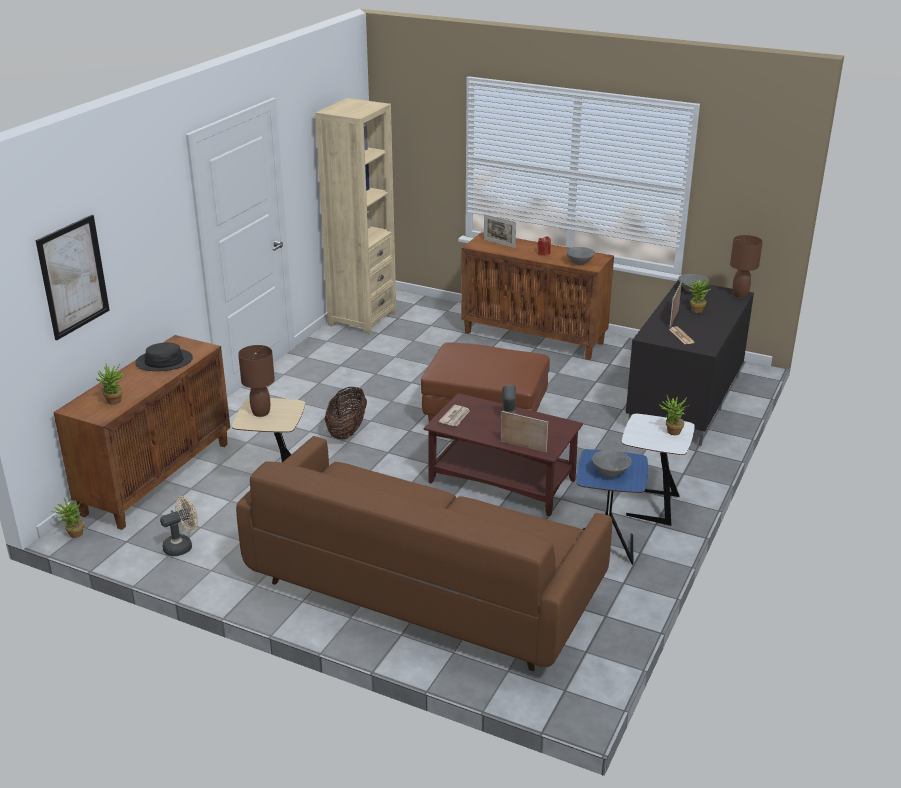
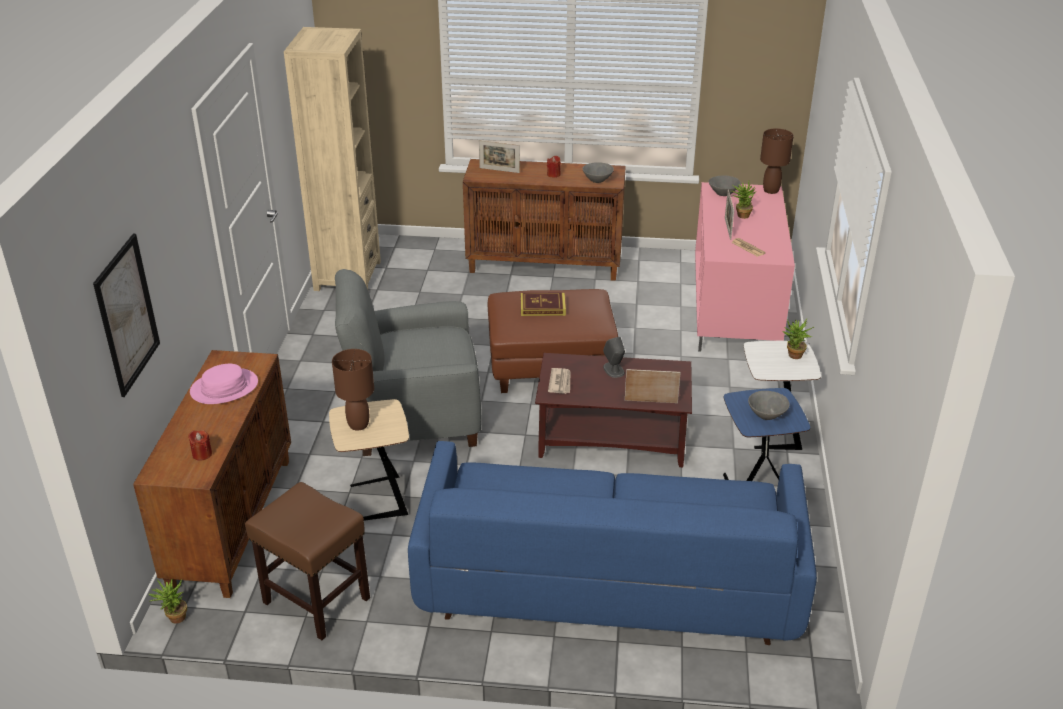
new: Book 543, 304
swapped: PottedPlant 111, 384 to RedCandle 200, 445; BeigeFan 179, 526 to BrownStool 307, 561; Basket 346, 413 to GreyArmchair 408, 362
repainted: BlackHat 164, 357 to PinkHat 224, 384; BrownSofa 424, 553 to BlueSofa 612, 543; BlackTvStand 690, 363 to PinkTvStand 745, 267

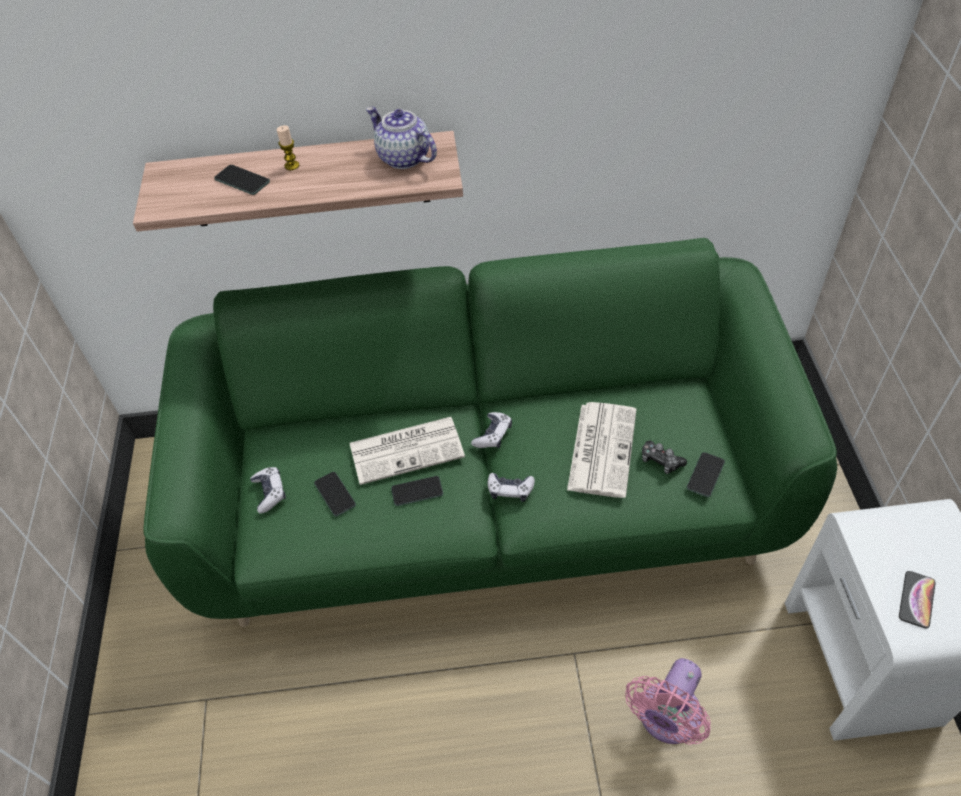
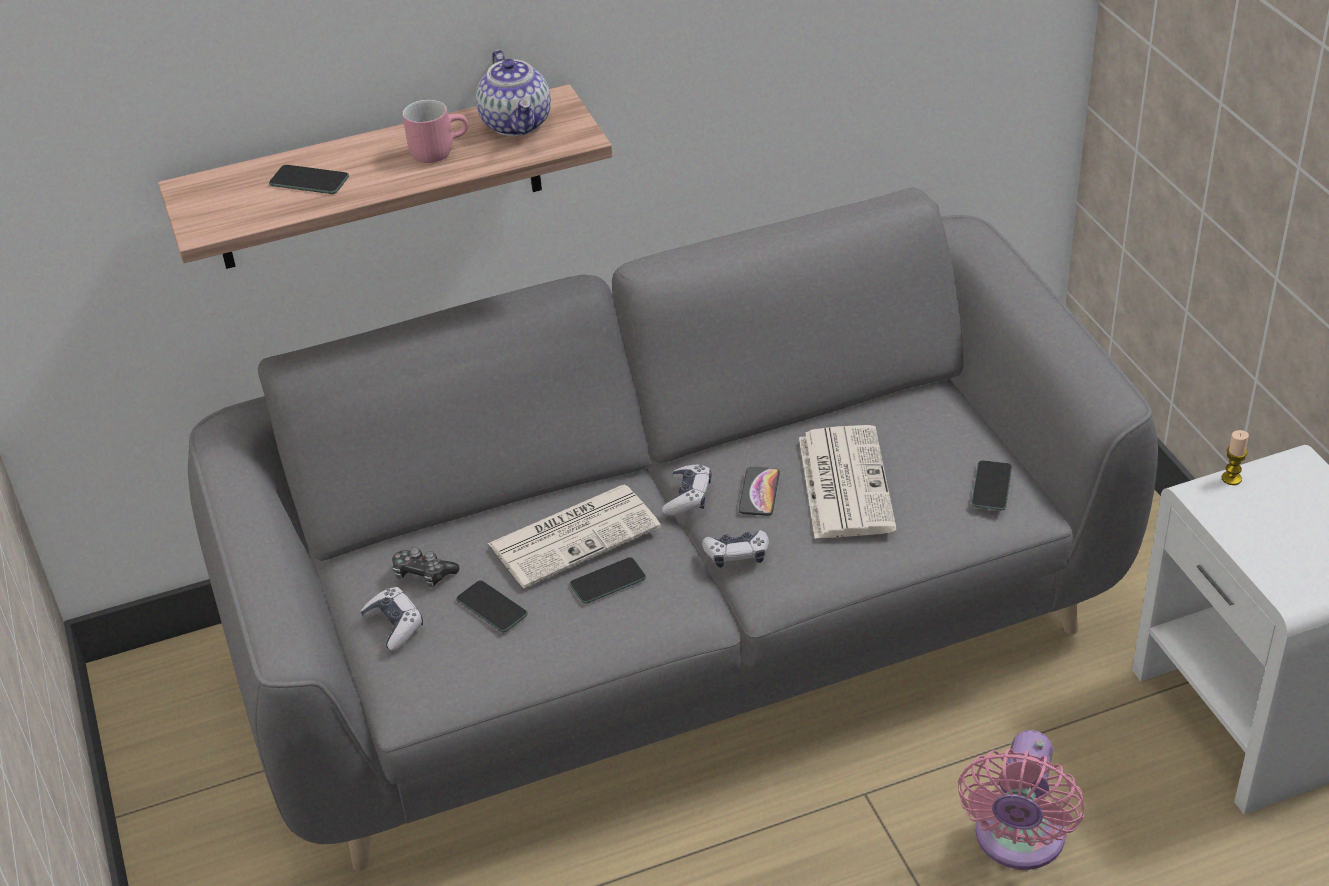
new: PinkMug 435, 131
shifted: GameController 664, 457 to 425, 567; Phone 917, 600 to 759, 491; Candle 288, 147 to 1235, 457
repainted: GreenSofa 490, 432 to GreySofa 673, 529
rotated: Teapot 401, 138 = 513, 93 135 degrees counterclockwise

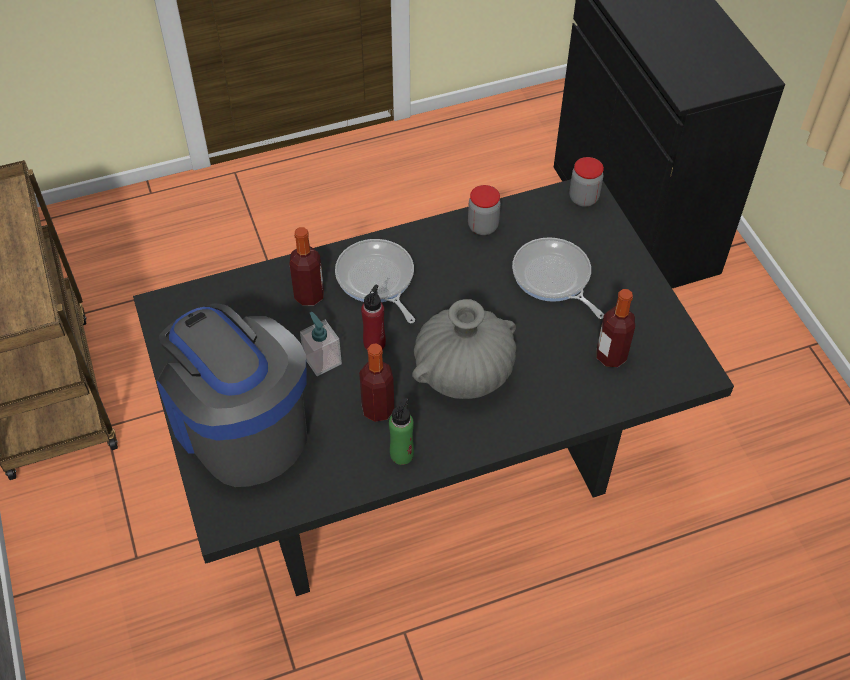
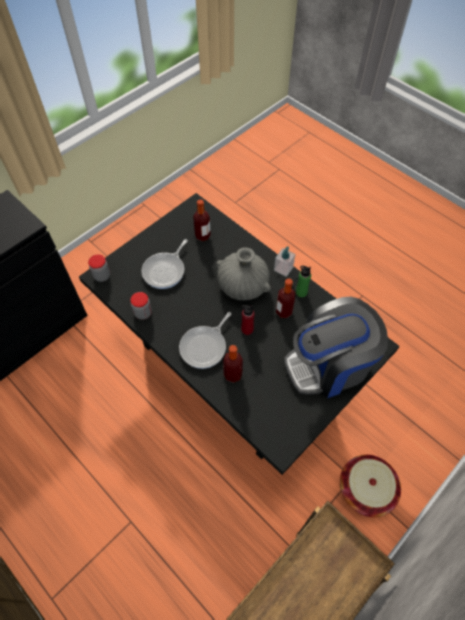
new: Basket 370, 486
shifted: SoapDispenser 321, 344 to 285, 261
rotated: CoffeeMachine 232, 395 = 336, 347 45 degrees clockwise

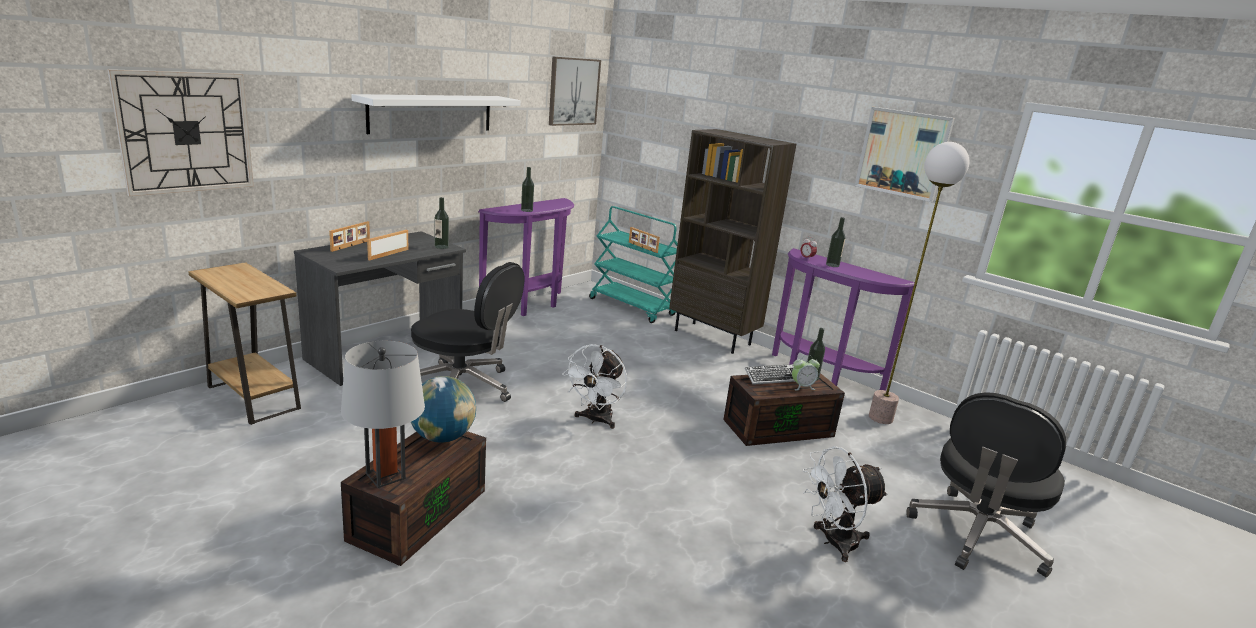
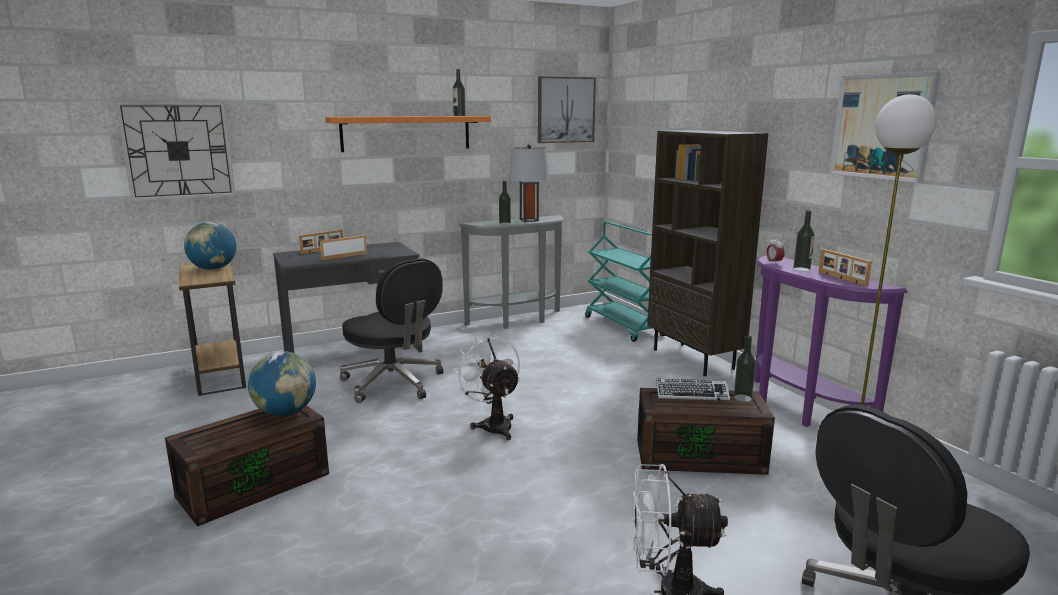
gone: AlarmClock 806, 373
new: Globe 210, 246
shifted: Bottle 441, 223 to 459, 92; GreyTableLamp 383, 414 to 529, 183; PictureFrame 644, 240 to 845, 267
repainted: WhiteShelf 436, 114 to OrangeShelf 408, 134; PurpleConsoleTable 526, 257 to GreyConsoleTable 511, 272
rotated: WhiteFan 595, 386 = 486, 387 105 degrees clockwise

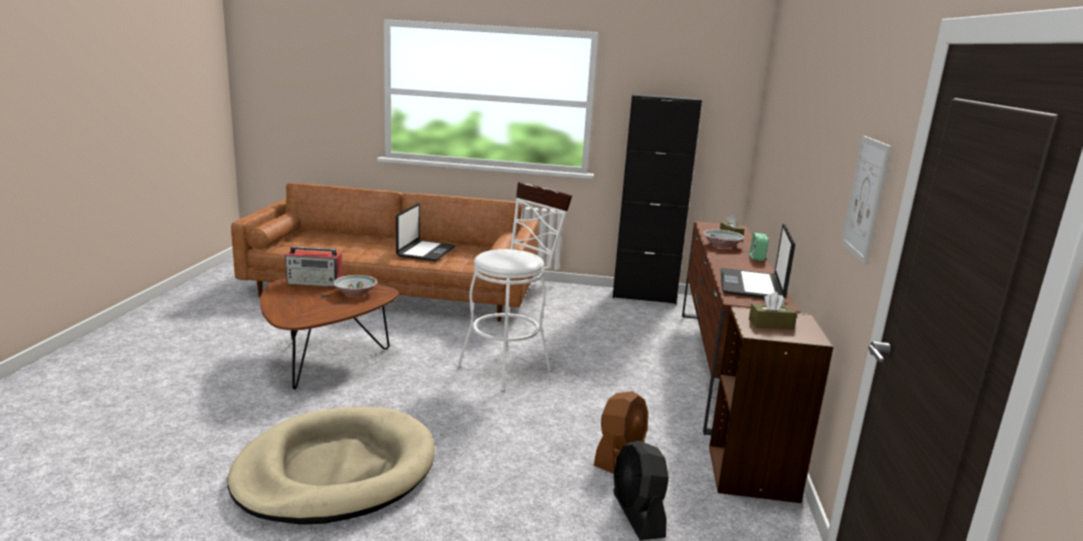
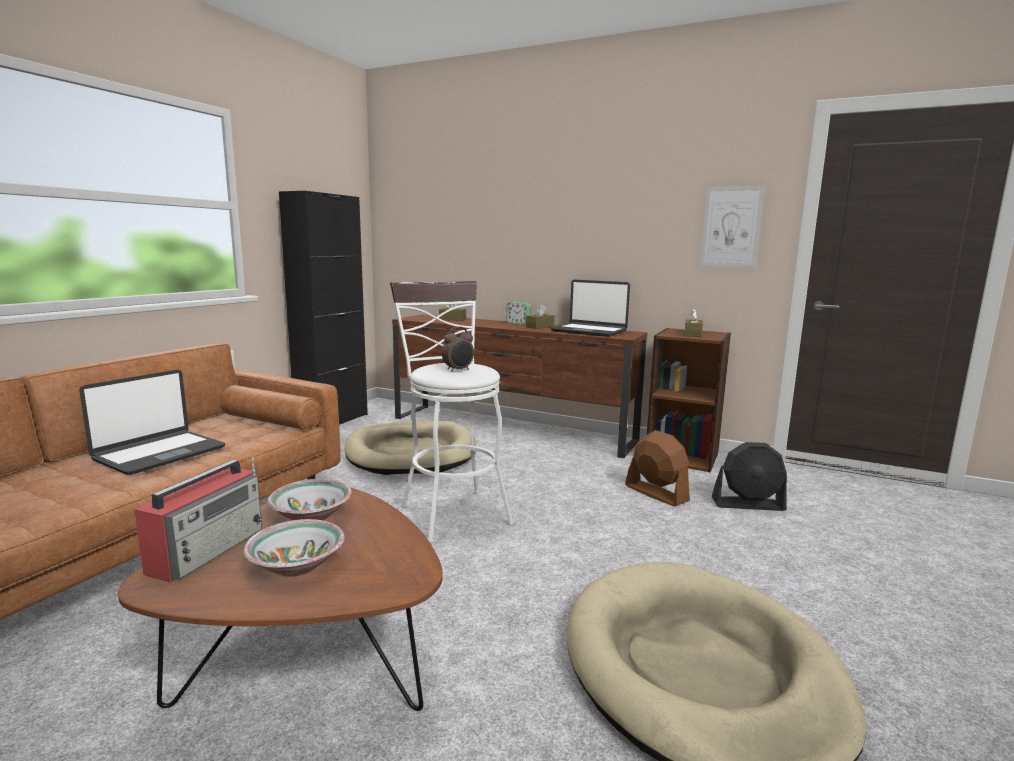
new: BeigeDogBed 410, 448; AlarmClock 458, 349; BrownTissueBox 540, 316
shifted: Bowl 723, 238 to 294, 548
rotated: Laptop 425, 232 = 152, 422 90 degrees clockwise

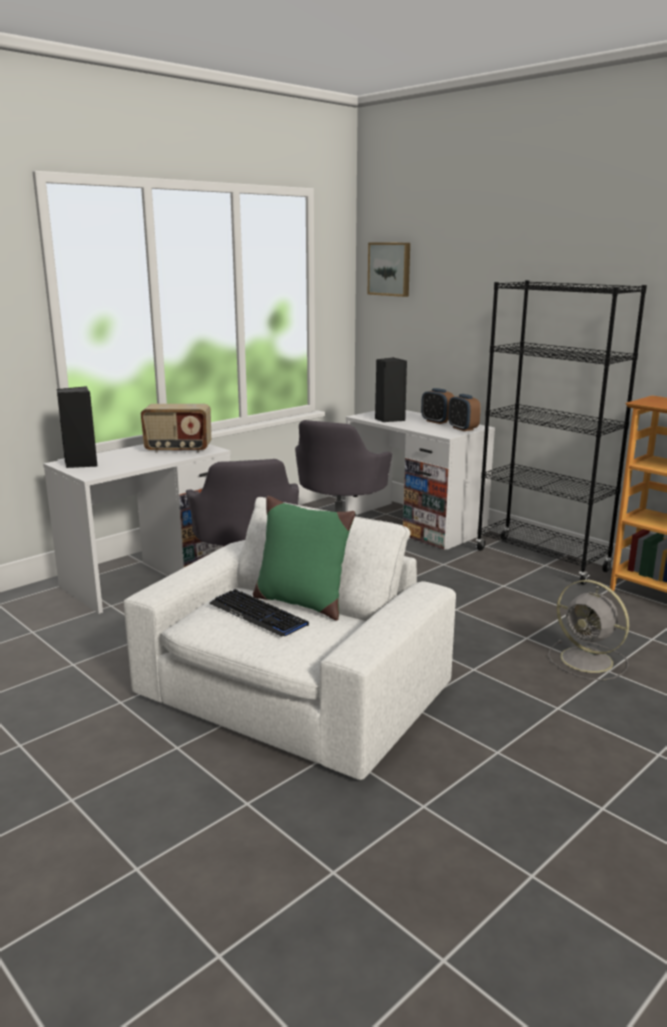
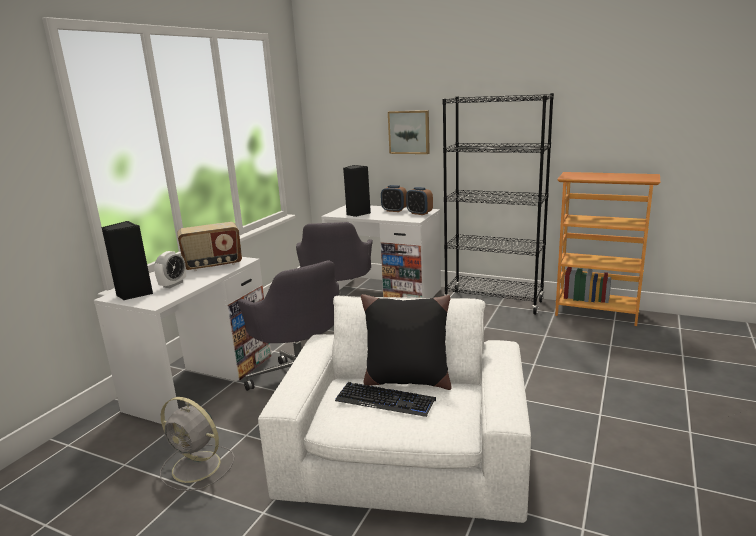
new: AlarmClock 170, 269
shifted: GreyFan 588, 630 to 197, 444; Picture 389, 270 to 409, 132
repainted: GreenPillow 304, 558 to BlackPillow 406, 342

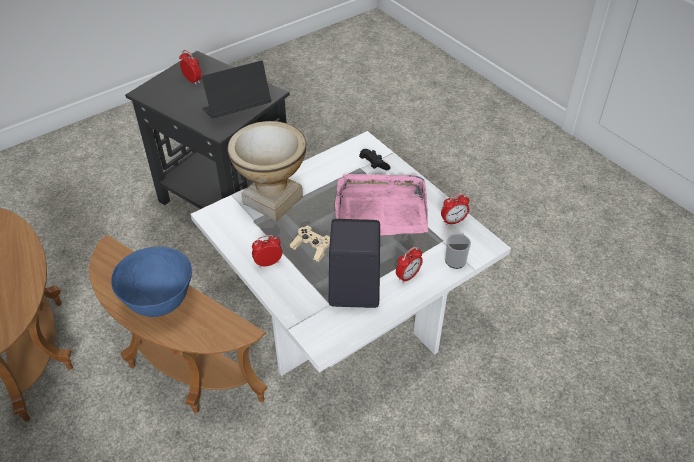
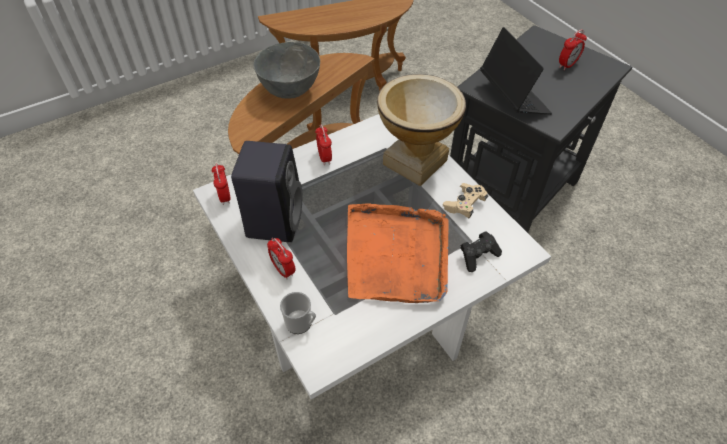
shifted: AlarmClock 455, 209 to 221, 184; BeigeGameController 309, 244 to 465, 200
repainted: BlueBowl 151, 282 to GreyBowl 286, 70; PinkTray 381, 204 to OrangeTray 398, 253

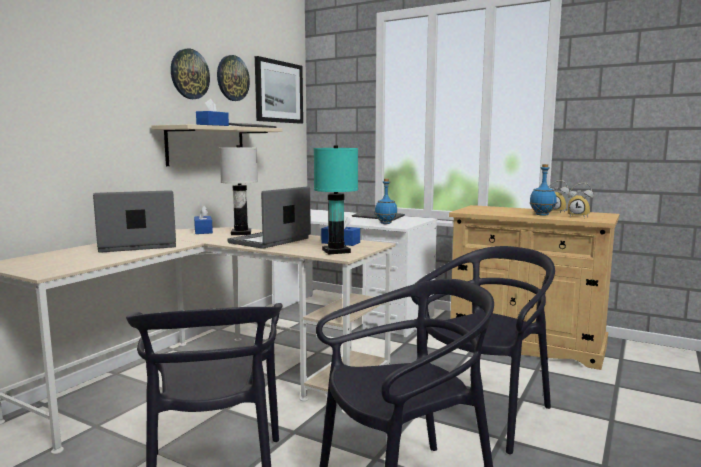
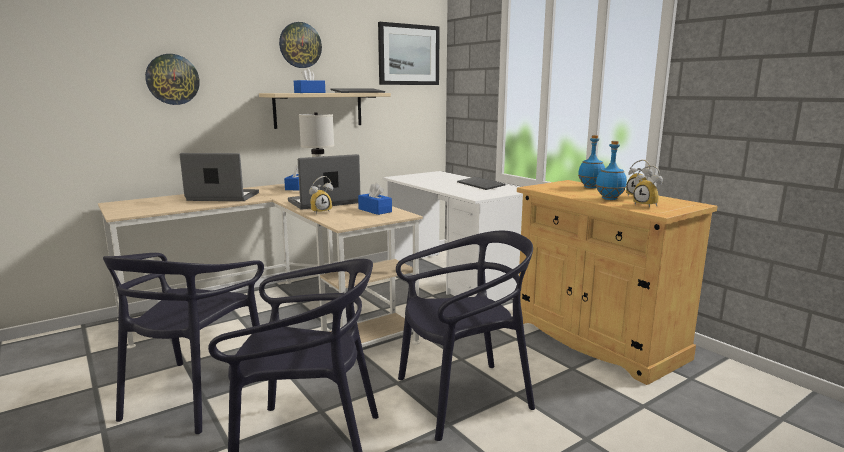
gone: TurquoiseTableLamp 336, 199
new: AlarmClock 321, 195
shifted: WallClock 233, 78 to 172, 79; BlueBottle 386, 201 to 591, 161

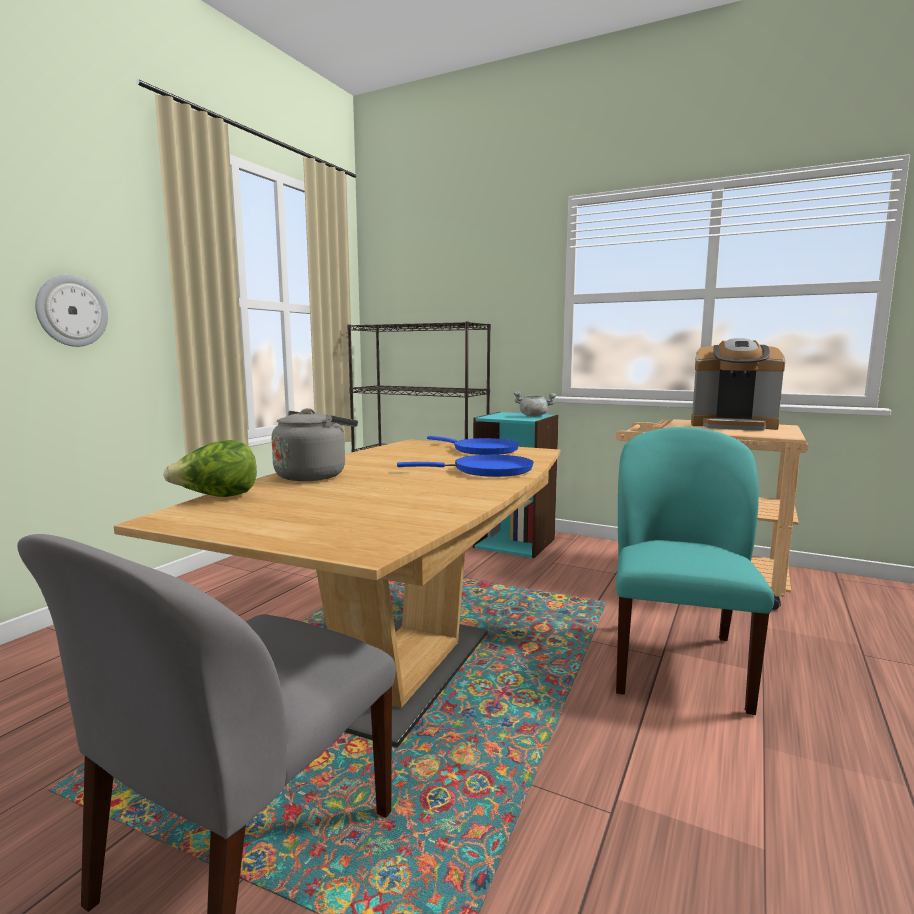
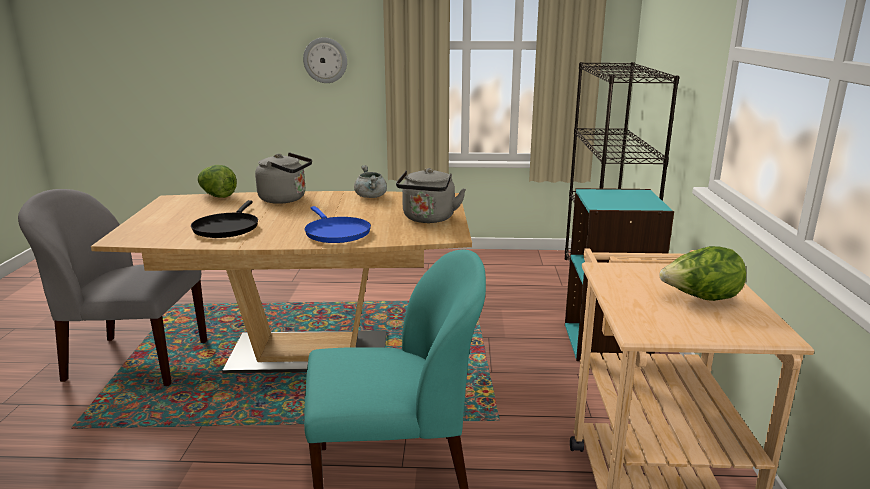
new: BlackFryingPan 224, 219
shifted: GreyCookingPot 535, 404 to 370, 181
swapped: BlueFryingPan 473, 445 to GreyKettle 431, 195; CoffeeMachine 738, 384 to Lettuce 703, 273

